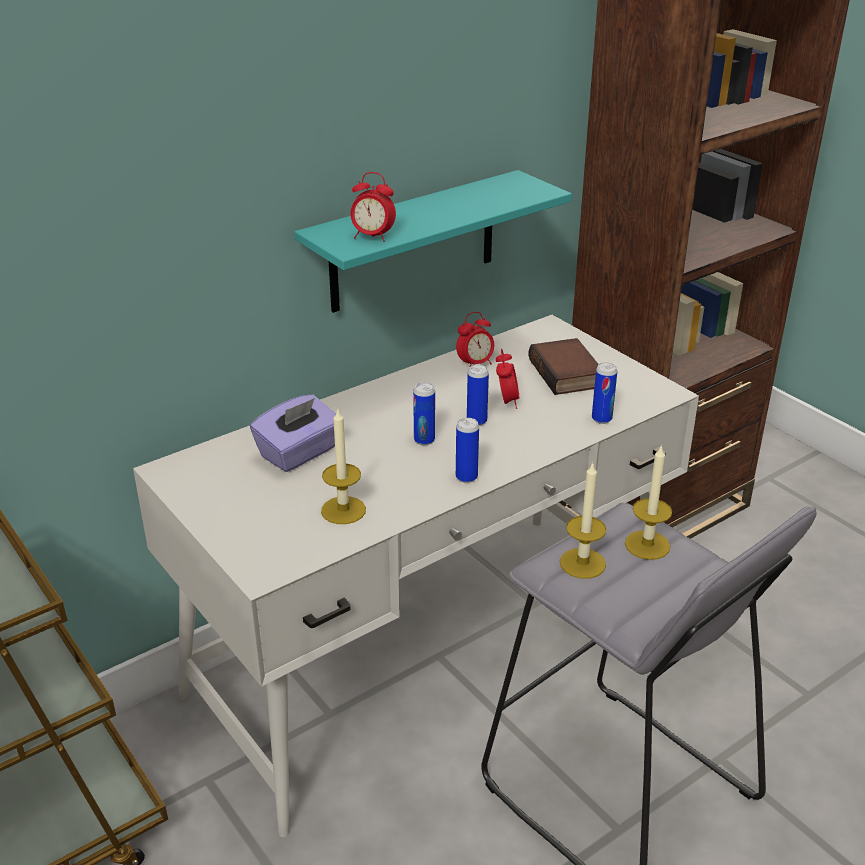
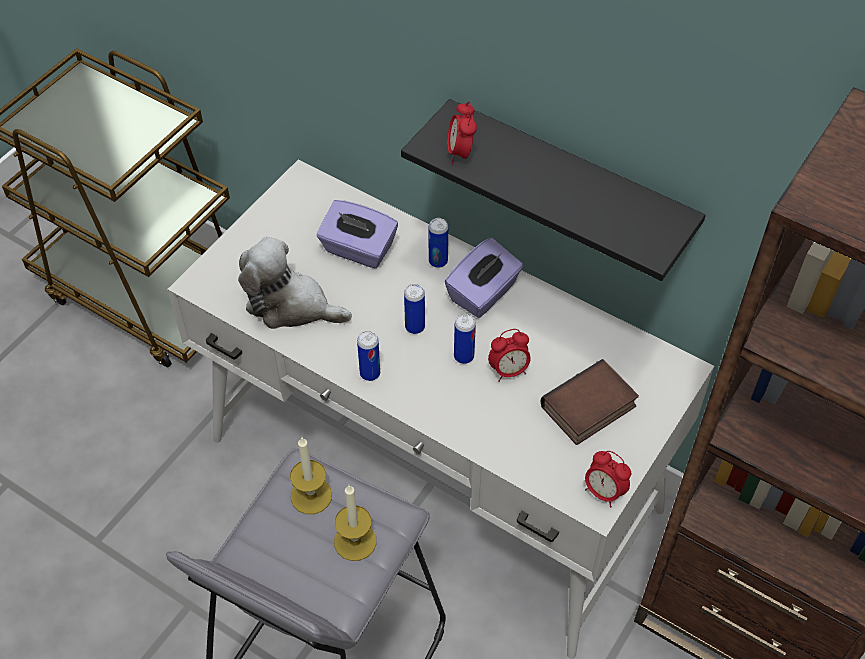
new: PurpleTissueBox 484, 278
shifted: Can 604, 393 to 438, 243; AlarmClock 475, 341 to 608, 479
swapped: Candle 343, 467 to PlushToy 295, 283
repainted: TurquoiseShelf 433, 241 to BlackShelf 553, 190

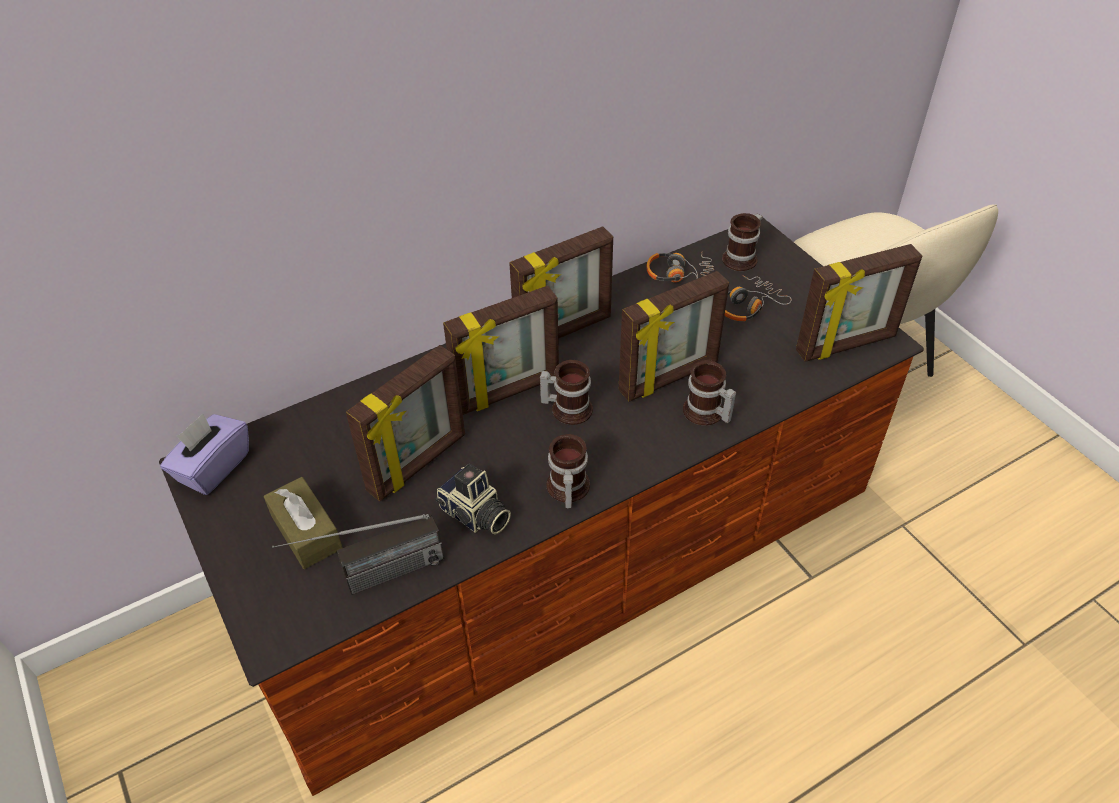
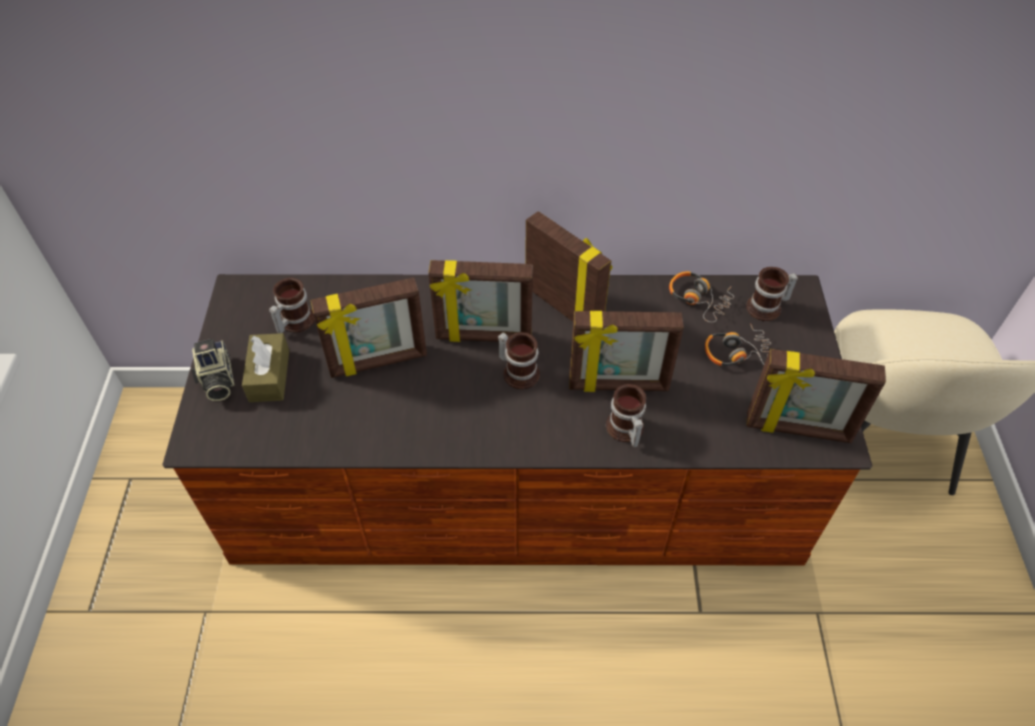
gone: PurpleTissueBox 204, 454; Radio 358, 554
shifted: PhotoCamera 473, 499 to 213, 370; Mug 568, 471 to 292, 305
rotated: PictureFrame 561, 282 = 568, 266 135 degrees counterclockwise

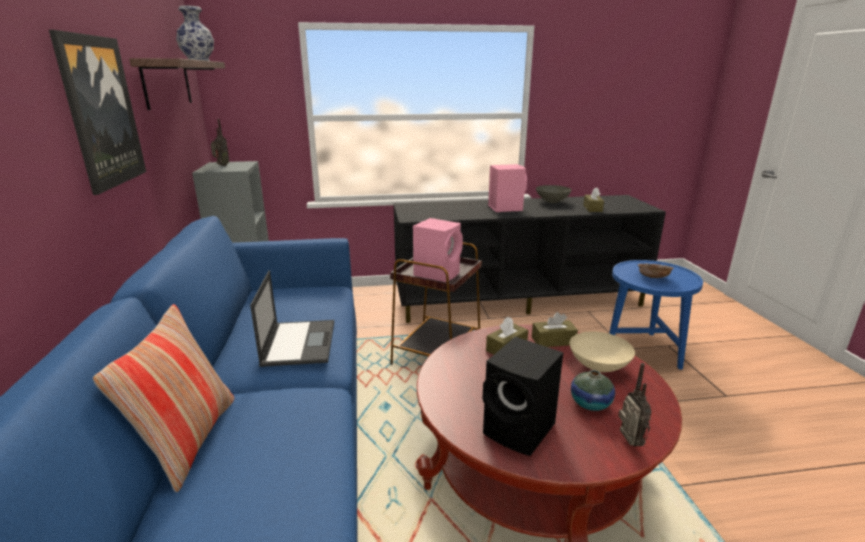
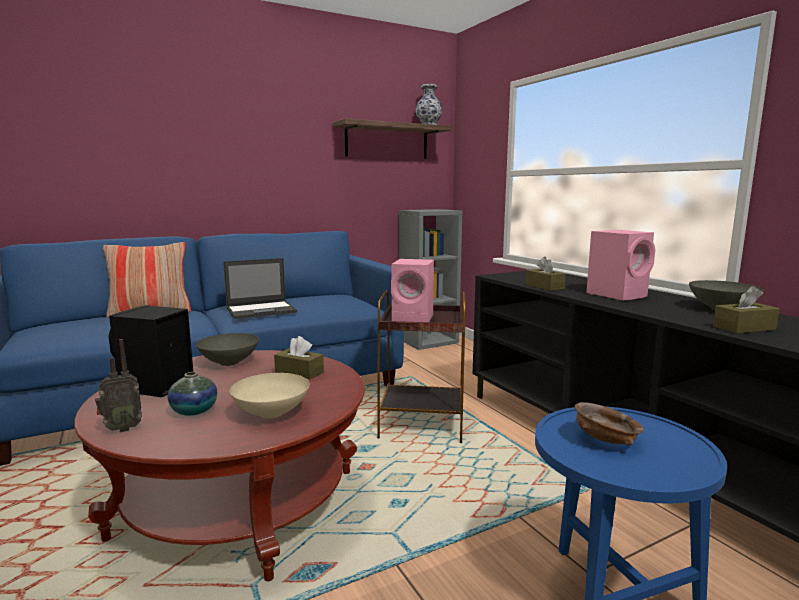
gone: Picture 97, 112; Radio 220, 142
new: GreyBowl 227, 349
shifted: BrownTissueBox 555, 329 to 546, 274

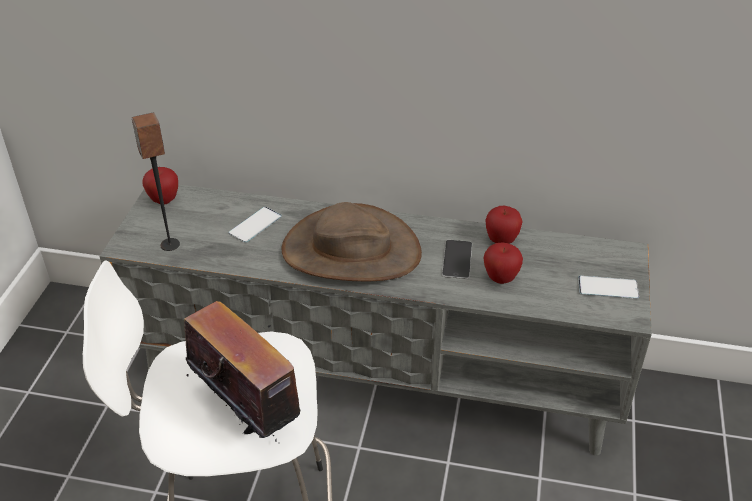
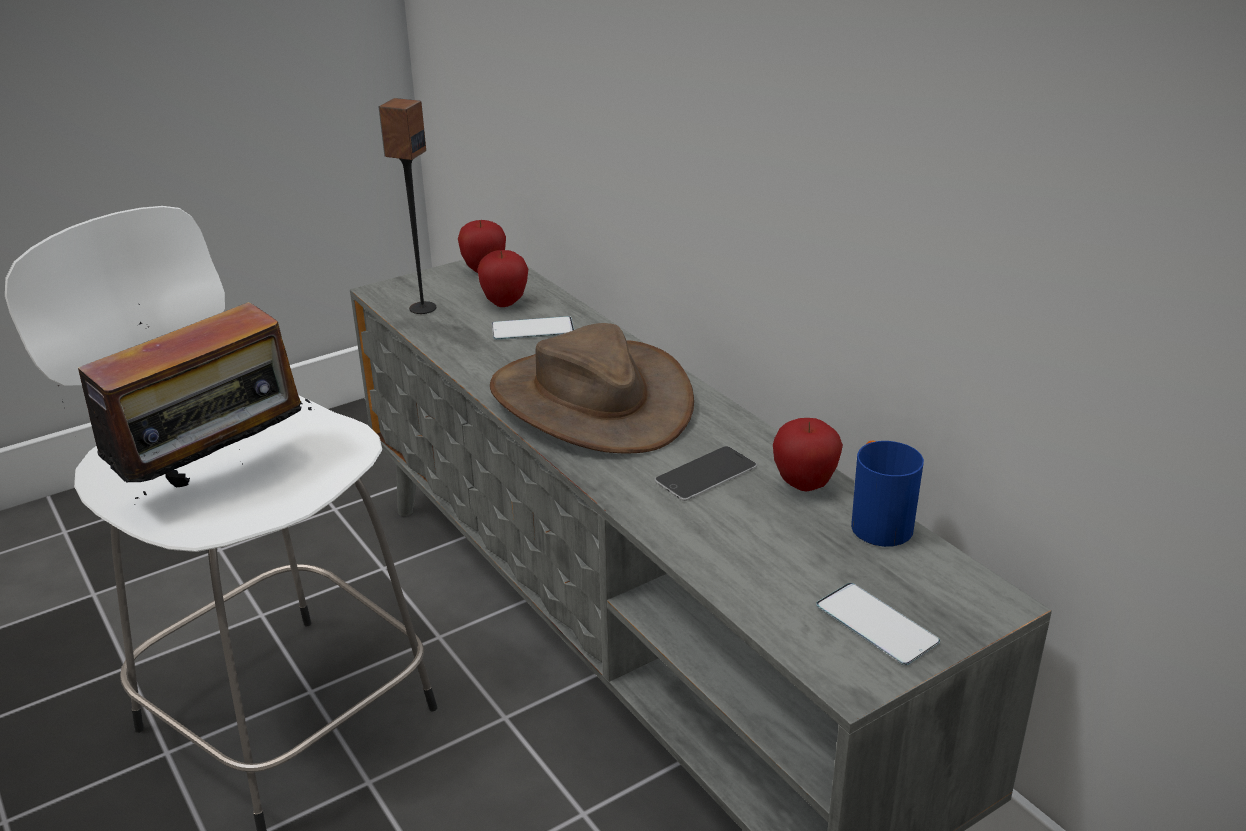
new: BlueMug 887, 494
shifted: Apple 503, 263 to 502, 278
rotated: Radio 242, 372 = 185, 403 45 degrees clockwise

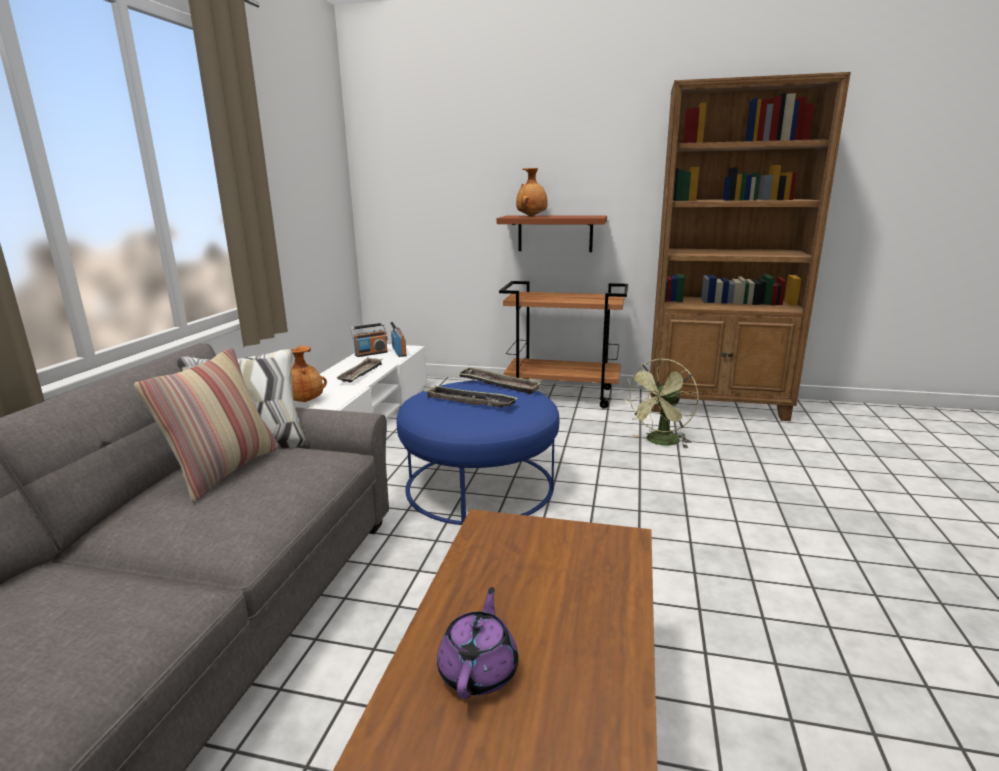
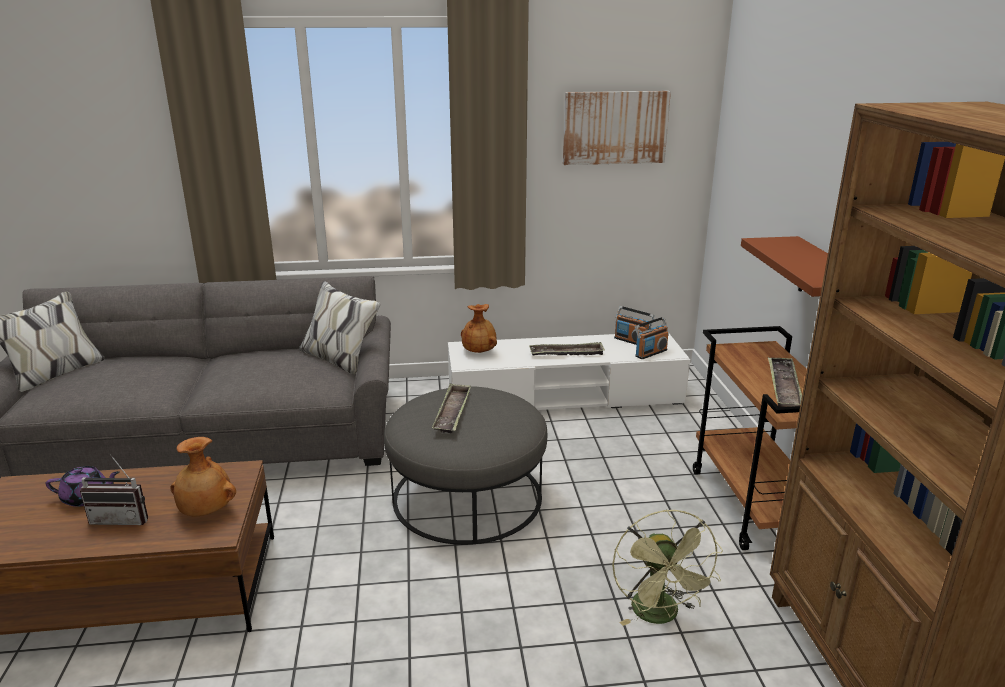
gone: Pillow 206, 425
new: Radio 114, 489; Picture 617, 128
shifted: BrownVase 532, 192 to 203, 476; Tray 499, 380 to 785, 382
repainted: BlueOttoman 478, 453 to GreyOttoman 465, 465
rotated: GreenFan 661, 403 = 667, 568 120 degrees counterclockwise

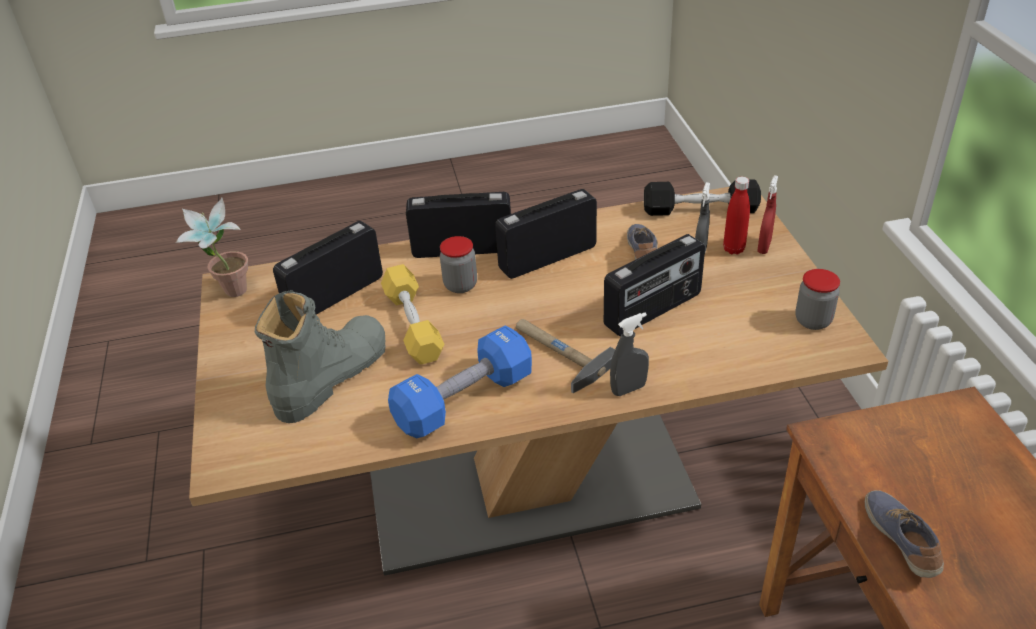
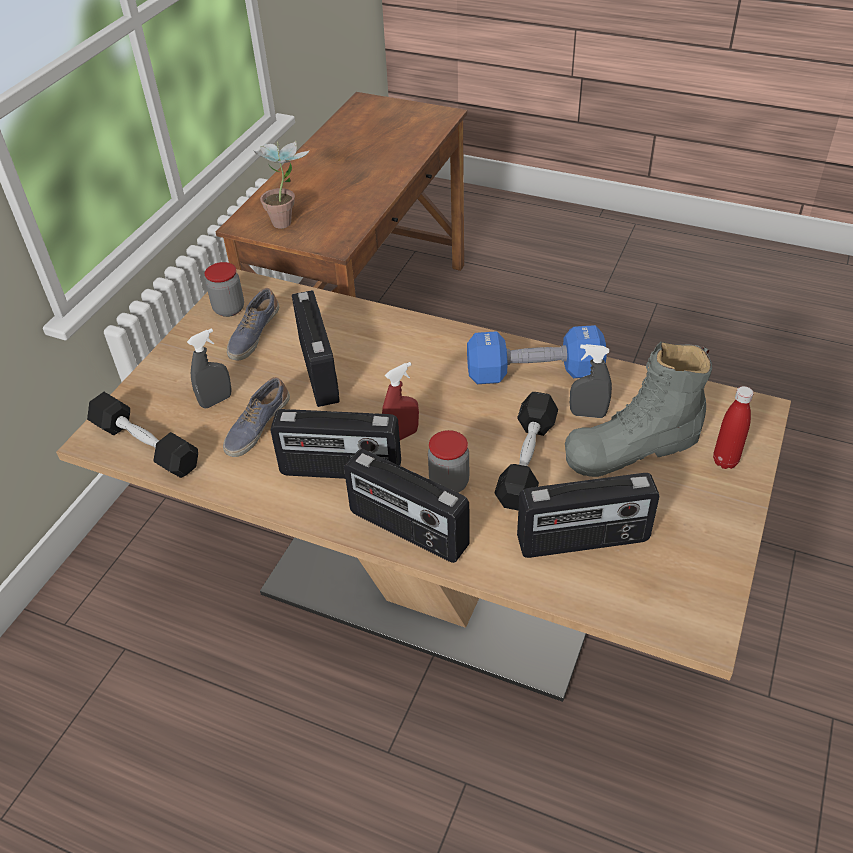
gone: Hammer 565, 356
shifted: Shoe 904, 534 to 253, 324; PottedPlant 212, 247 to 282, 184; RedSprayBottle 767, 214 to 400, 401; GreySprayBottle 629, 354 to 591, 381; RedBottle 736, 216 to 733, 427
repainted: YellowDumbbell 412, 314 to BlackDumbbell 526, 451
rotated: Radio 654, 285 = 316, 348 75 degrees clockwise

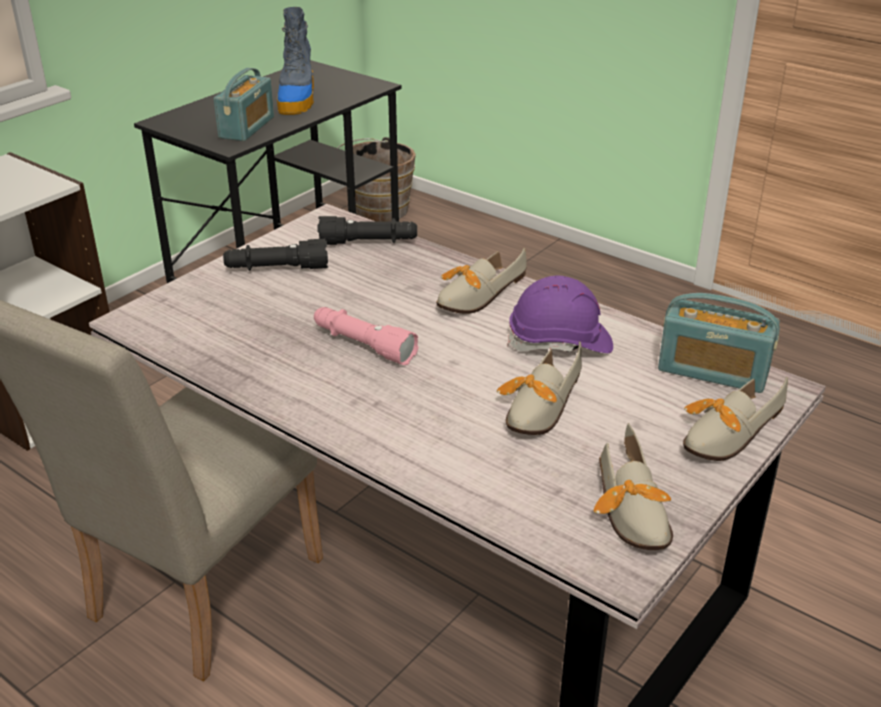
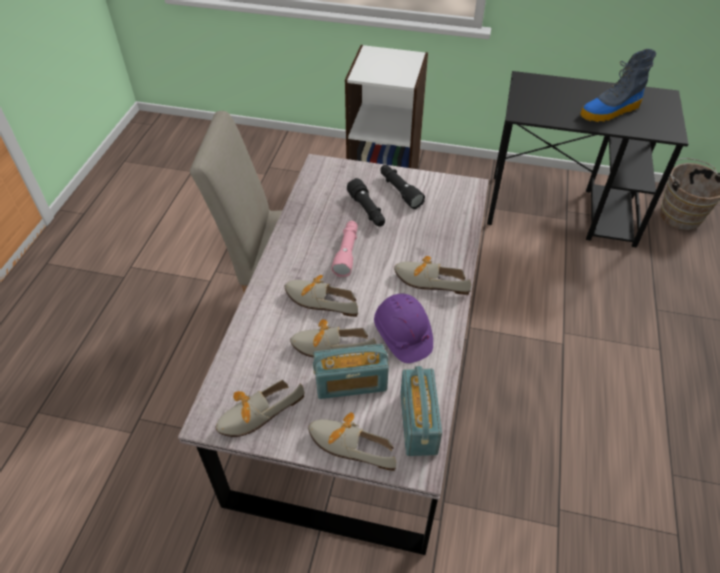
new: Shoe 321, 296
shifted: Radio 244, 104 to 351, 371; BlackFlashlight 367, 230 to 366, 202

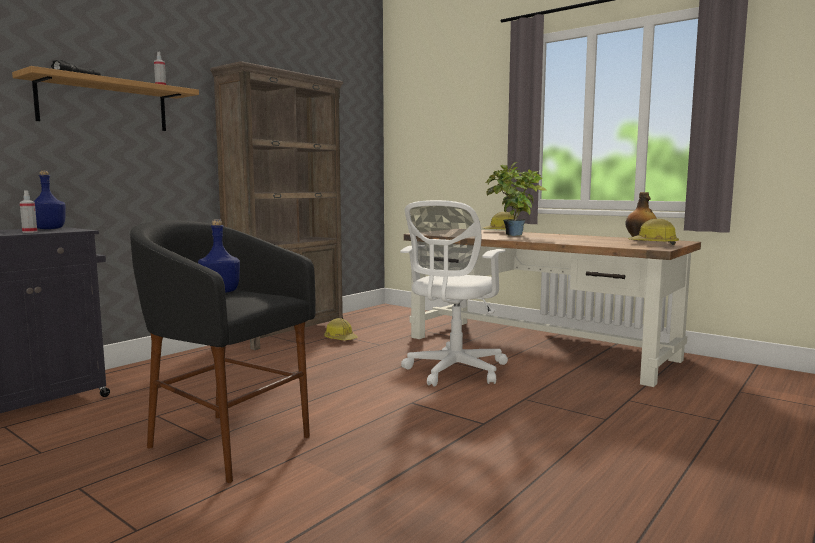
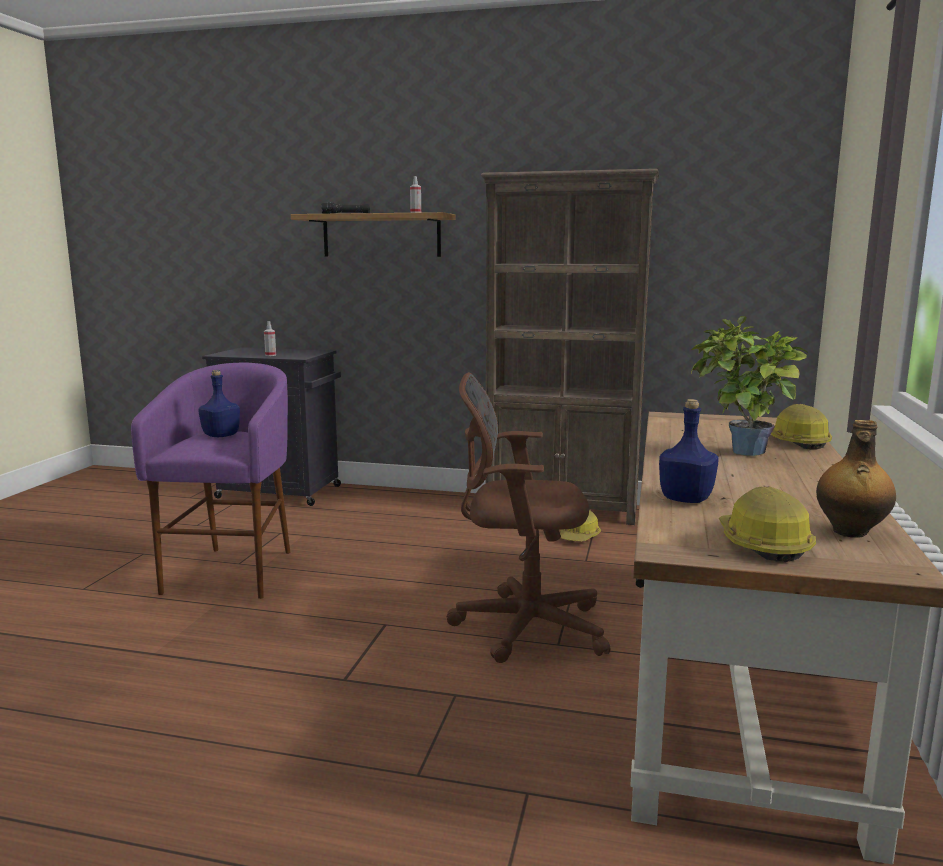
shifted: BlueBottle 49, 199 to 689, 451
repainted: BlackStool 223, 351 to PurpleStool 210, 480; WhiteOfficeChair 454, 293 to BrownOfficeChair 528, 517

